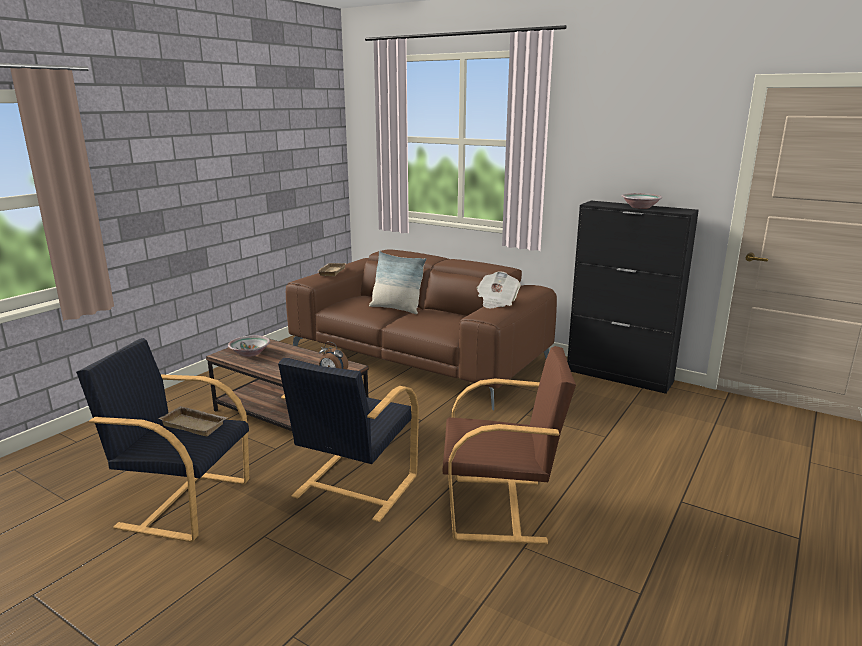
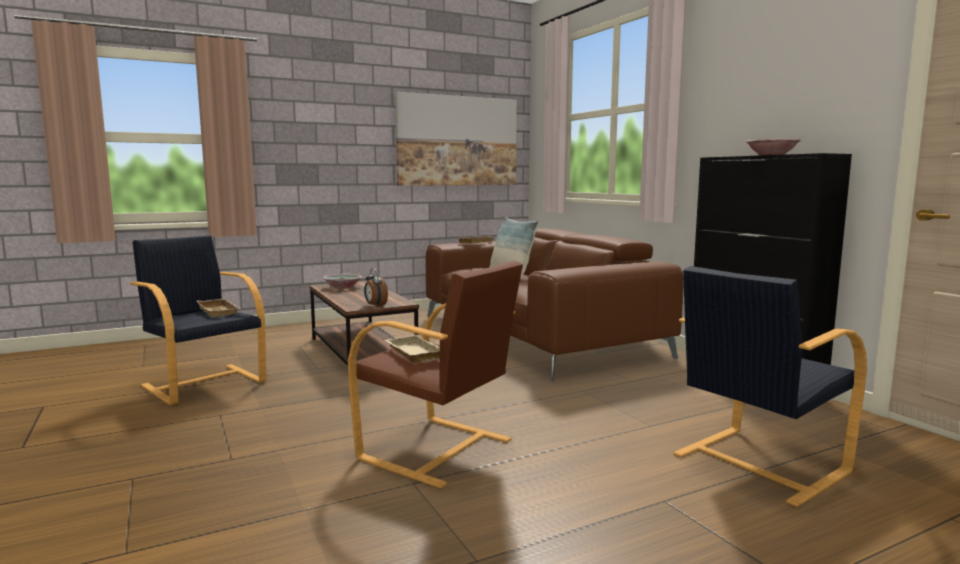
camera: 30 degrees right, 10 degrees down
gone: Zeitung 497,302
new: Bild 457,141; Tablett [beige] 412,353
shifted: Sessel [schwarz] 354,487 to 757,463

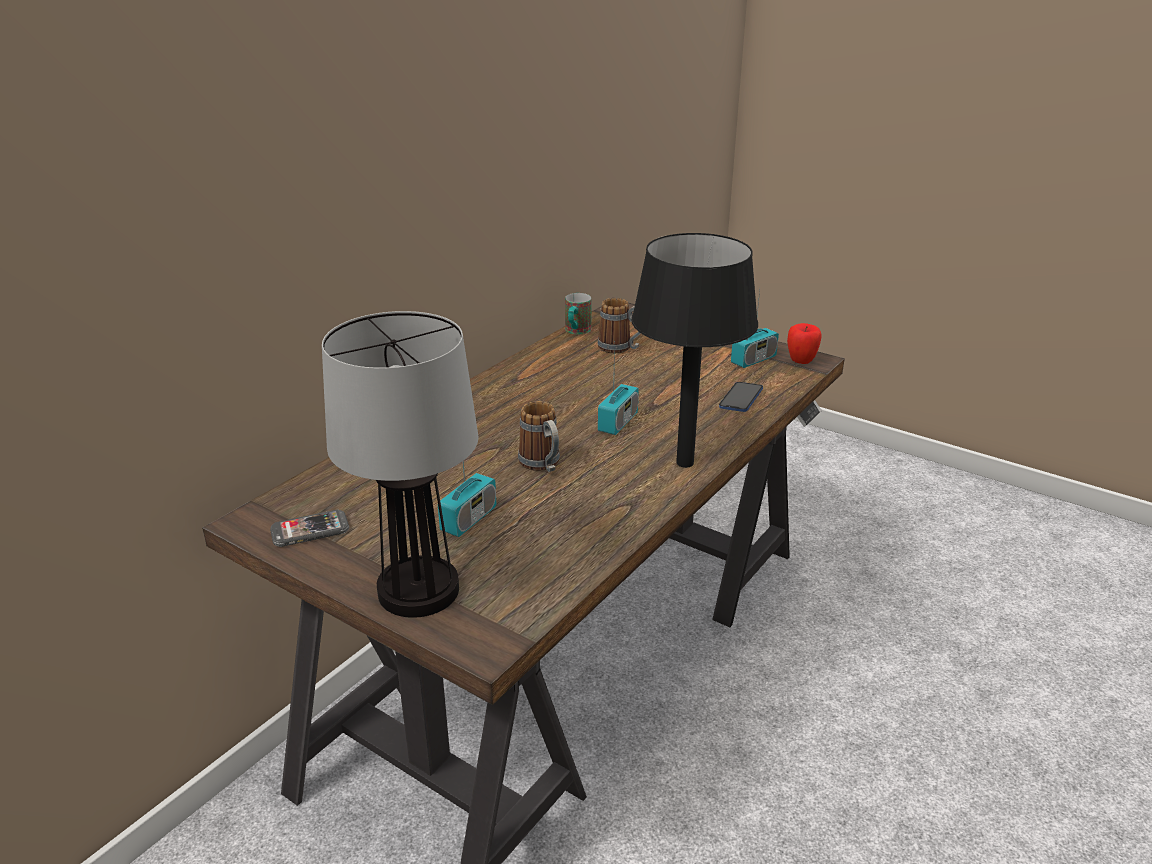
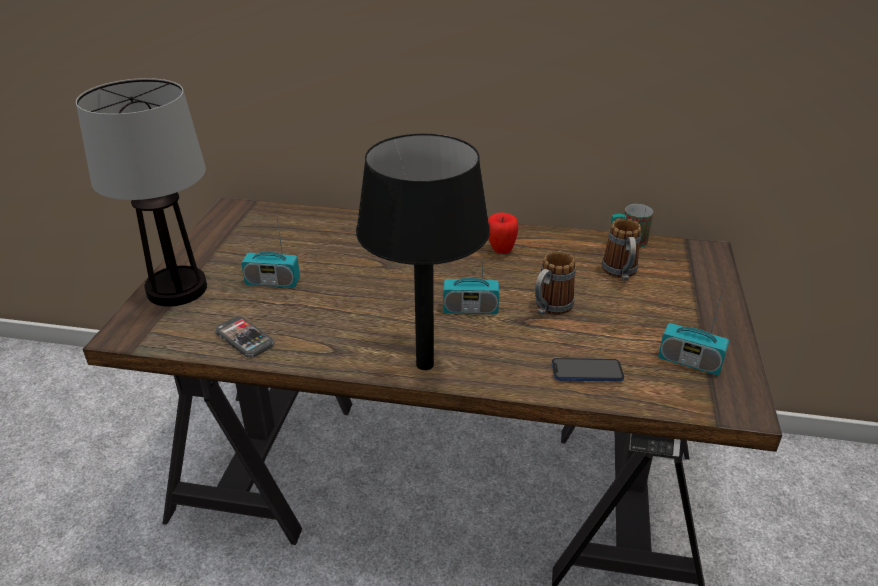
camera: 65 degrees right, 5 degrees up
shifted: Apfel 801,362 to 501,250; Henkelbecher 543,465 to 549,309; Handy 310,530 to 244,338

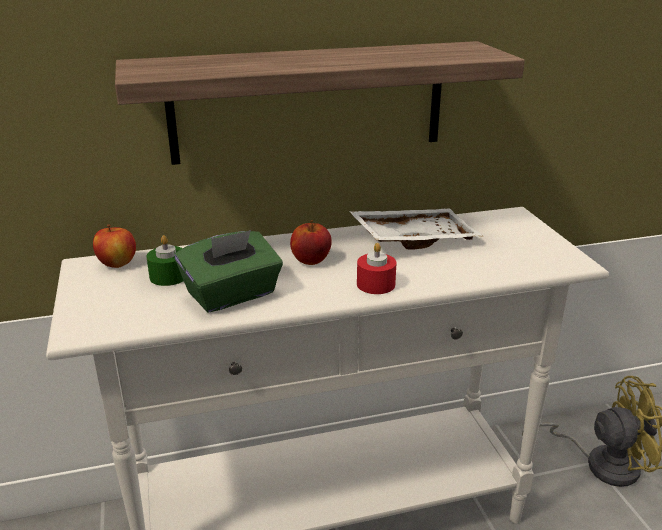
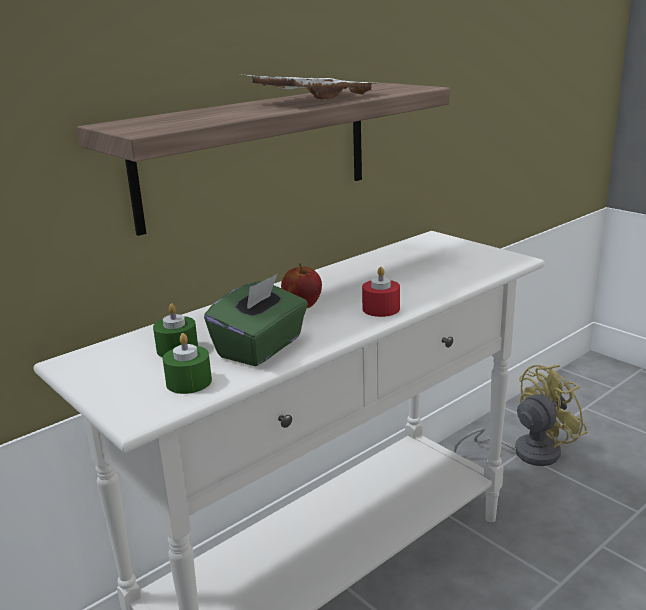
camera: 25 degrees left, 5 degrees down
gone: Apfel 117,263
new: Kerze [grün] 189,382
shifted: Tablett [weiß] 413,239 to 312,99

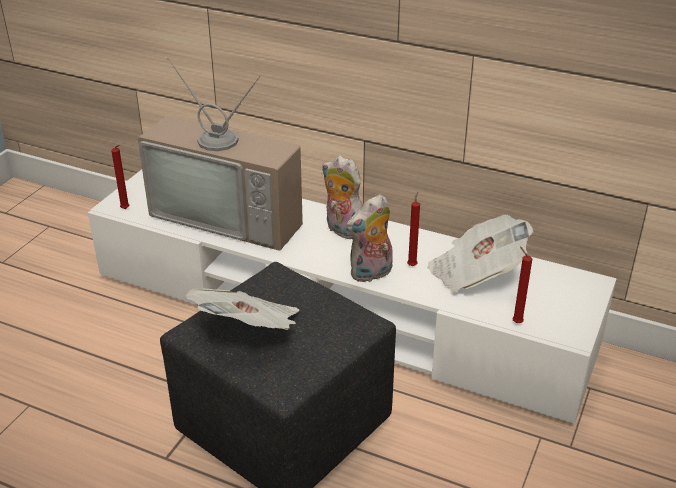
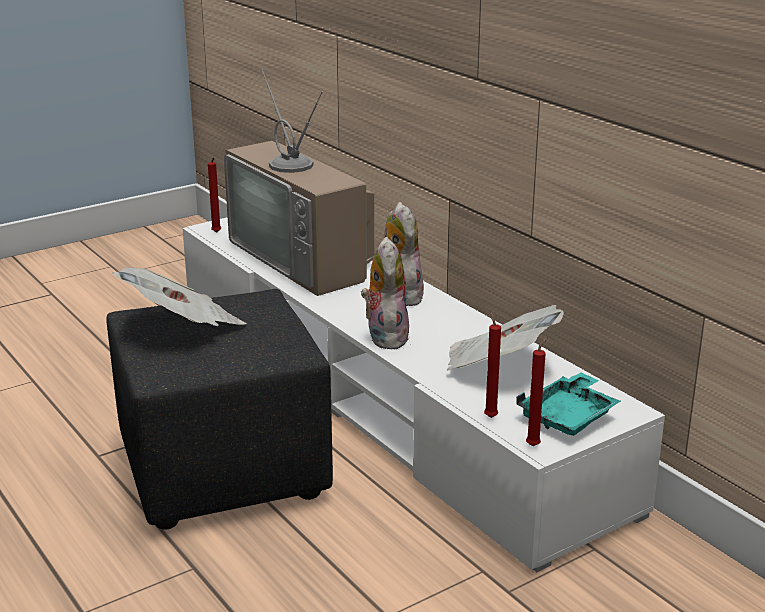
camera: 30 degrees right, 10 degrees down
new: Tablett [türkis] 569,417
shifted: Kerze [rot] 412,265 to 534,445
rotated: Plüschtier 371,274 = 384,337 90 degrees clockwise

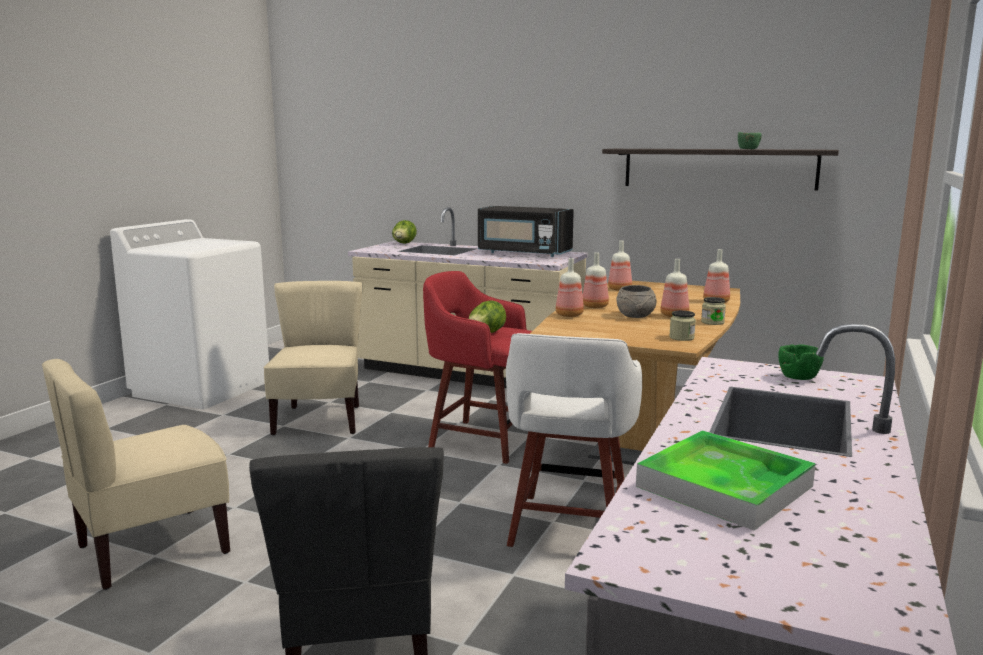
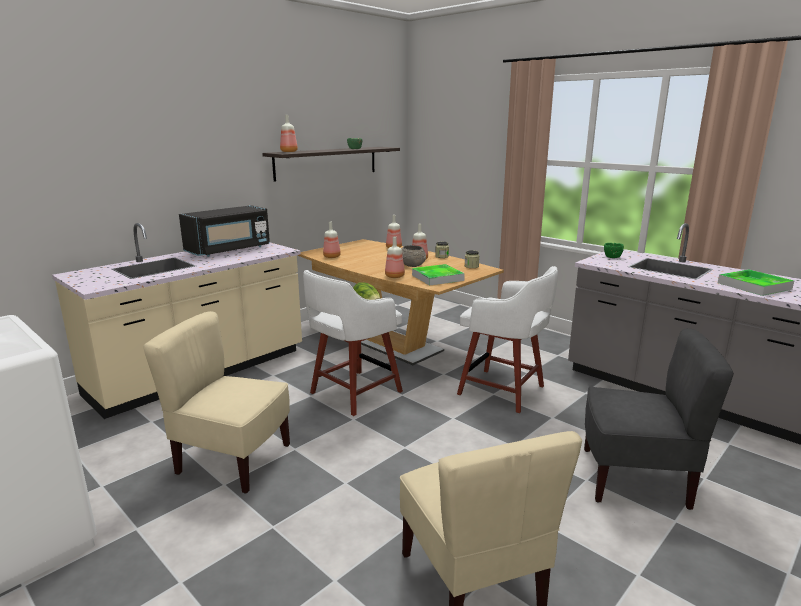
camera: 70 degrees left, 5 degrees up
gone: Salatkopf 404,244
new: Tablett 437,278
shifted: Flasche 595,306 to 288,151
repainted: Hocker [rot] 480,440 to Hocker [weiß] 353,393

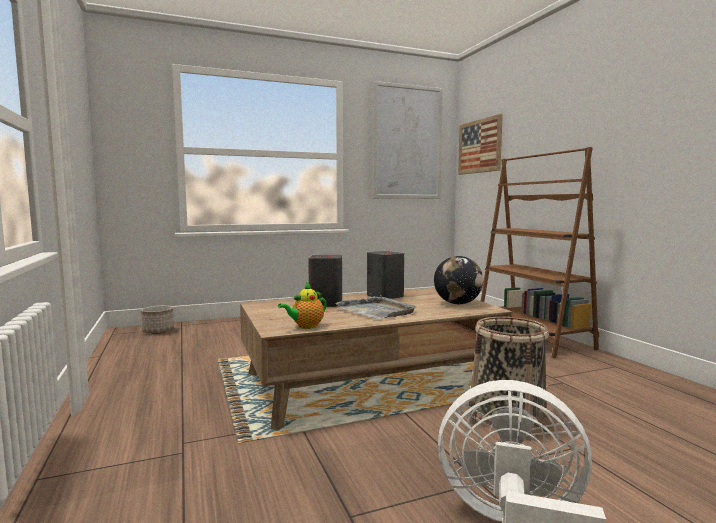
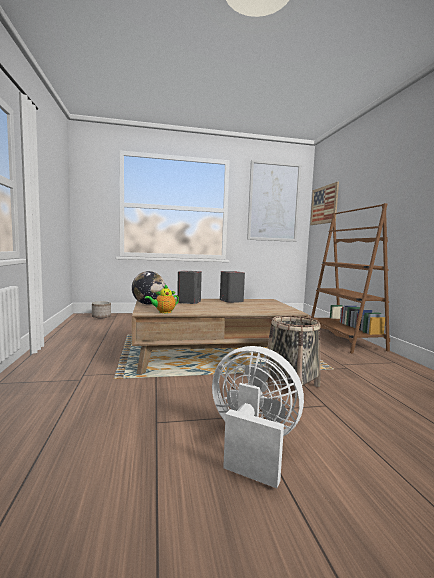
camera: 10 degrees right, 0 degrees up
gone: Tablett [grau] 376,310
shifted: Globus 457,303 to 148,304

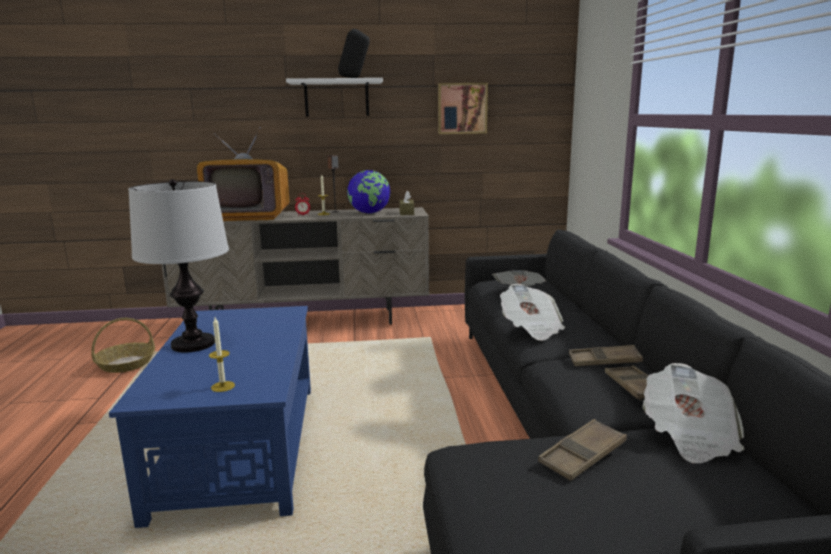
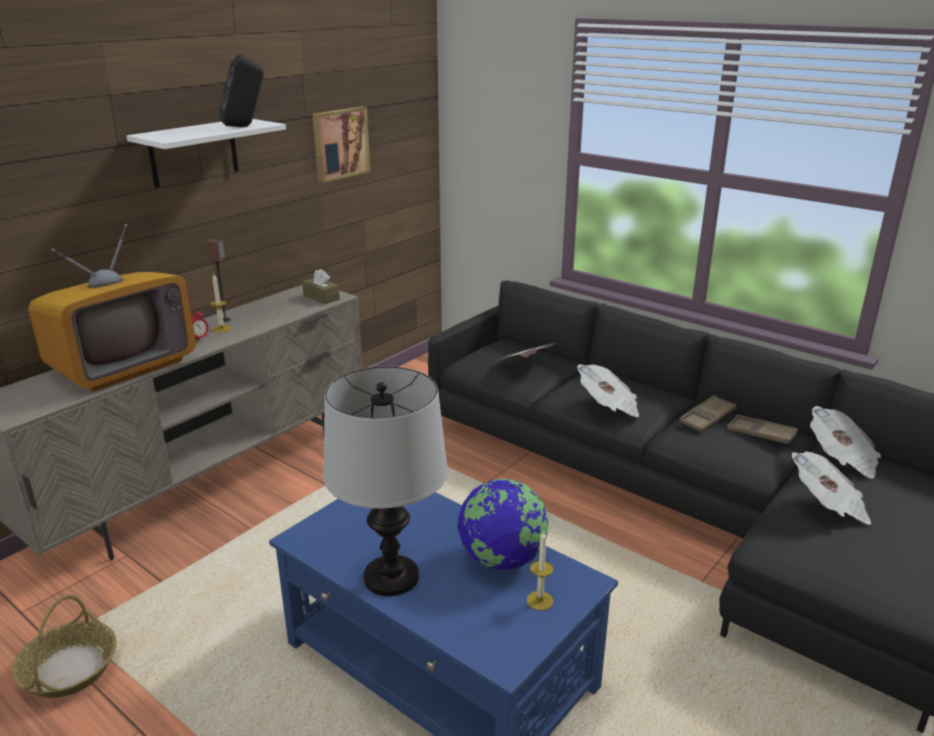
camera: 45 degrees left, 10 degrees up
shifted: Globus 369,213 to 502,559
swapped: Tablett [braun] 582,455 to Zeitung 828,505

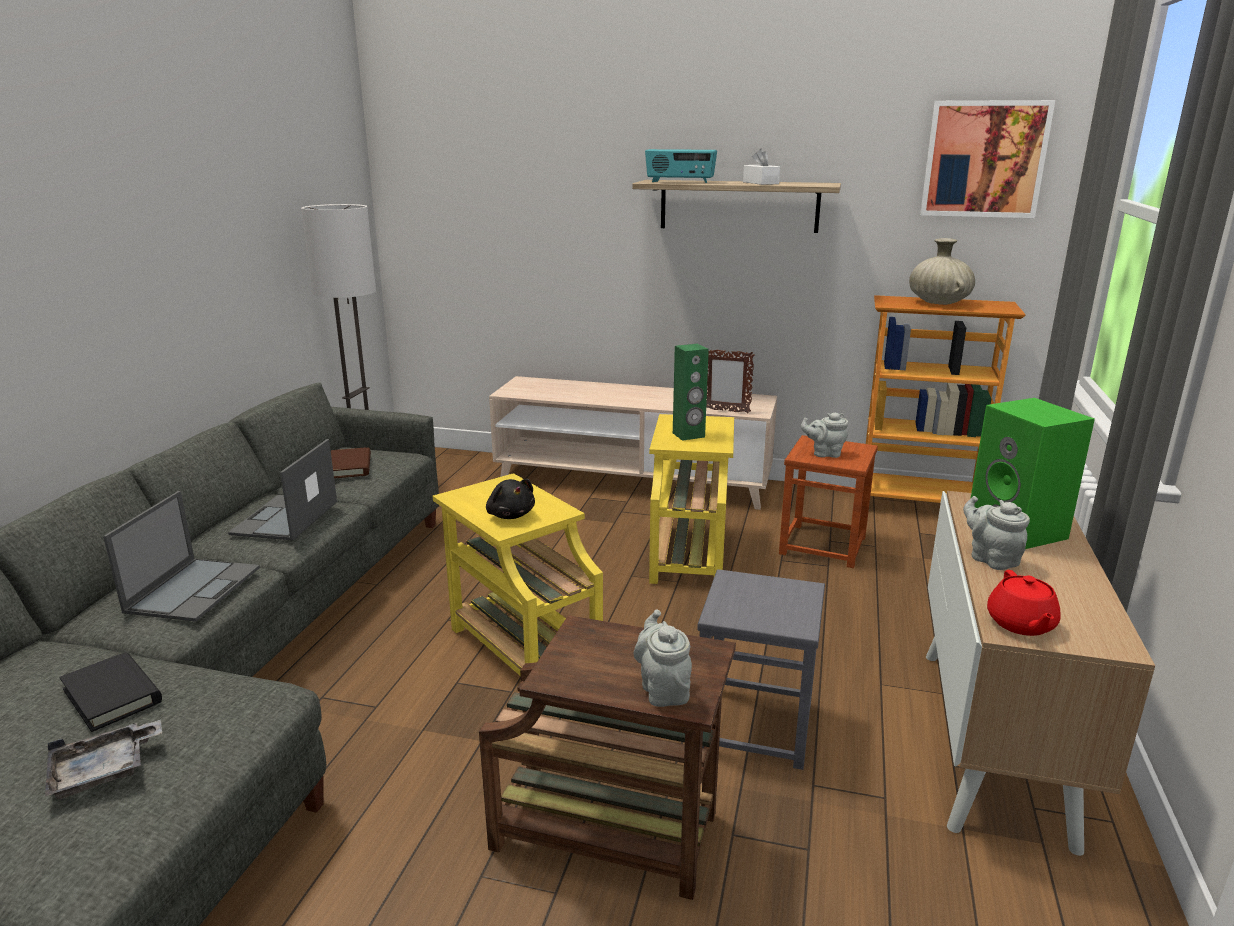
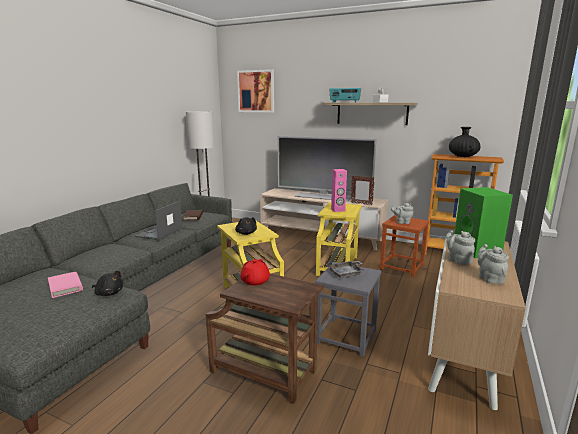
camera: 10 degrees right, 5 degrees down
gone: Laptop 194,589
new: Fernseher 323,196; Plüschtier [schwarz] 109,293
shifted: Bild 984,159 to 256,91; Teekanne [rot] 1020,624 to 254,281; Teekanne [grau] 663,689 to 489,278; Tablett [grau] 104,771 to 346,273
repainted: Vase [beige] 938,303 to Vase [schwarz] 462,156; Lautsprecher [grün] 688,435 to Lautsprecher [rosa] 338,210; Buch [schwarz] 112,695 to Buch [rosa] 65,286

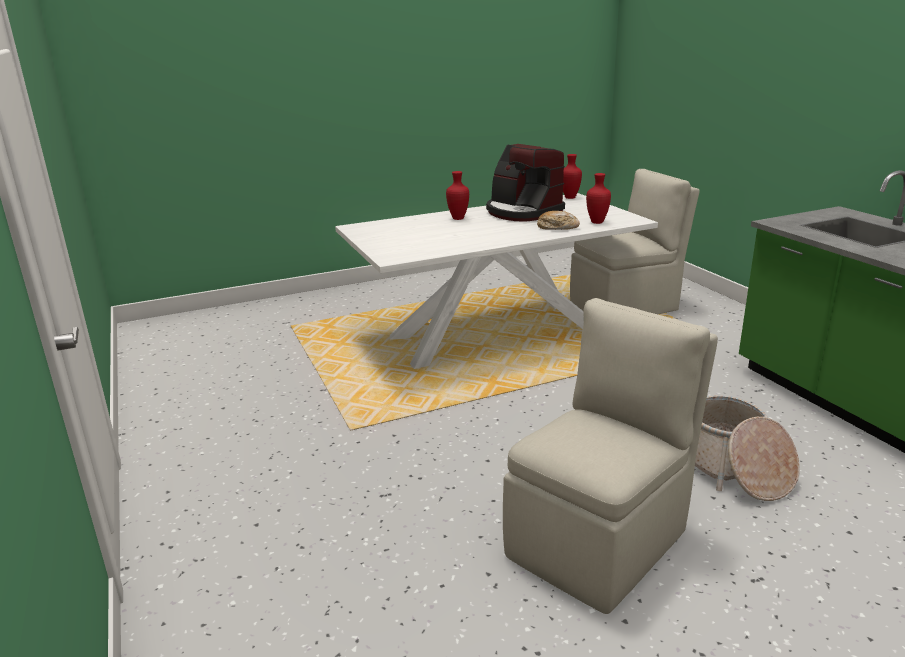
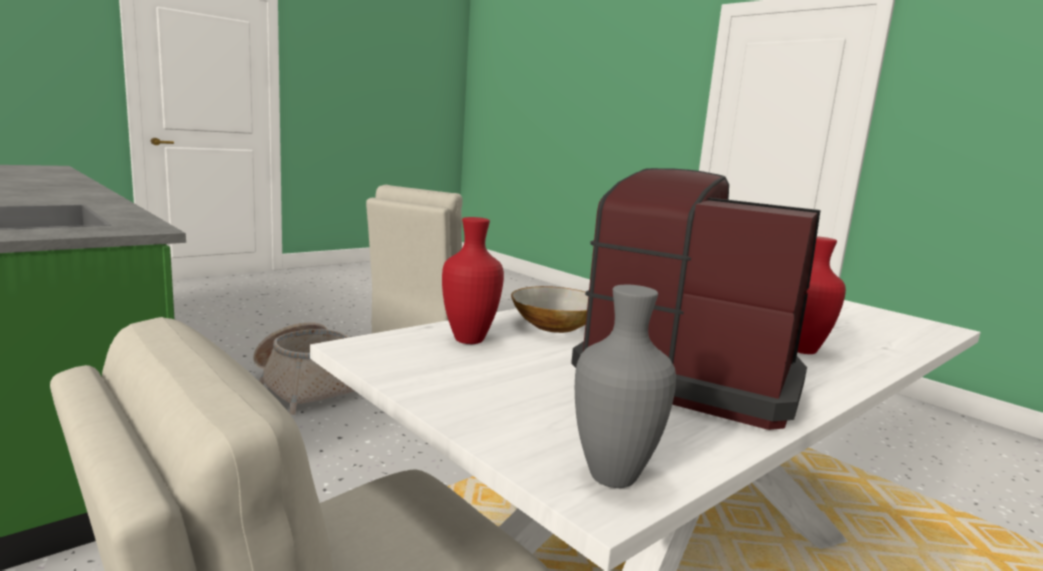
camera: 160 degrees right, 10 degrees down
swapped: Brot 557,227 to Schüssel 554,326
repainted: Vase [rot] 569,198 to Vase [grau] 613,475

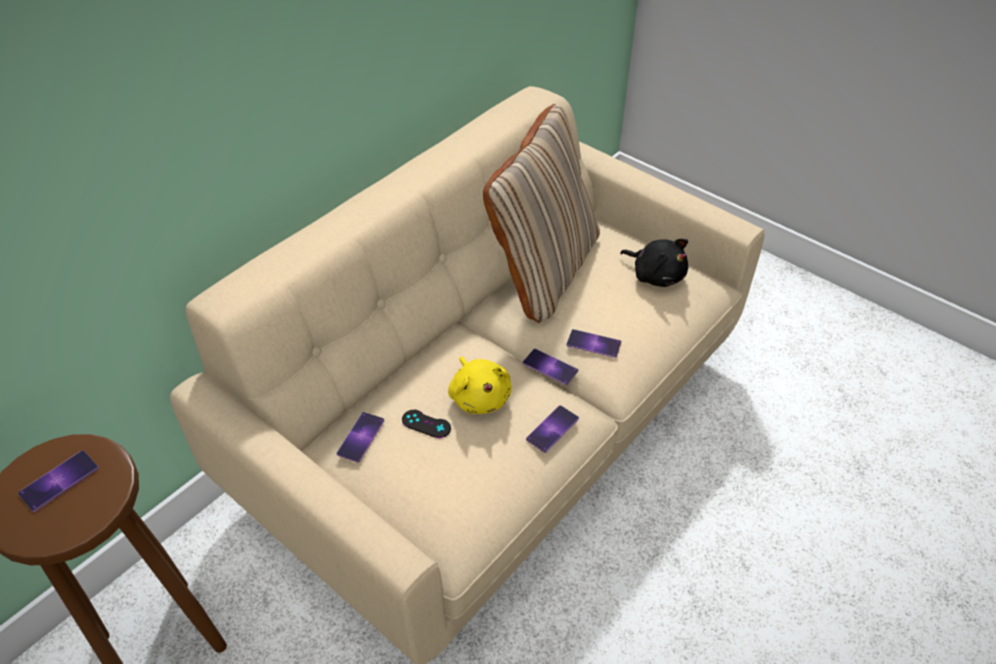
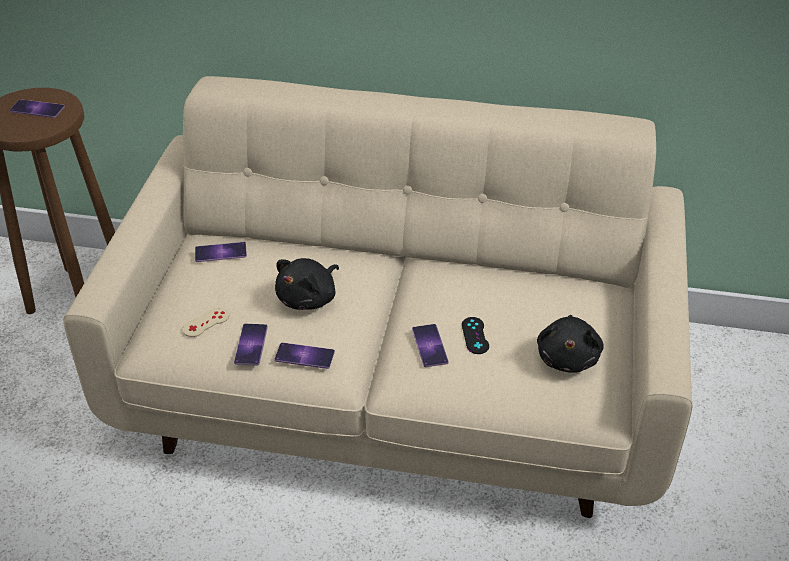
camera: 60 degrees right, 5 degrees down
gone: Kissen [beige] 543,270
new: Gamepad [beige] 206,322
shifted: Handy 550,367 to 251,344; Gamepad [schwarz] 426,424 to 475,335
repainted: Plüschtier [gelb] 479,396 to Plüschtier [schwarz] 309,298

